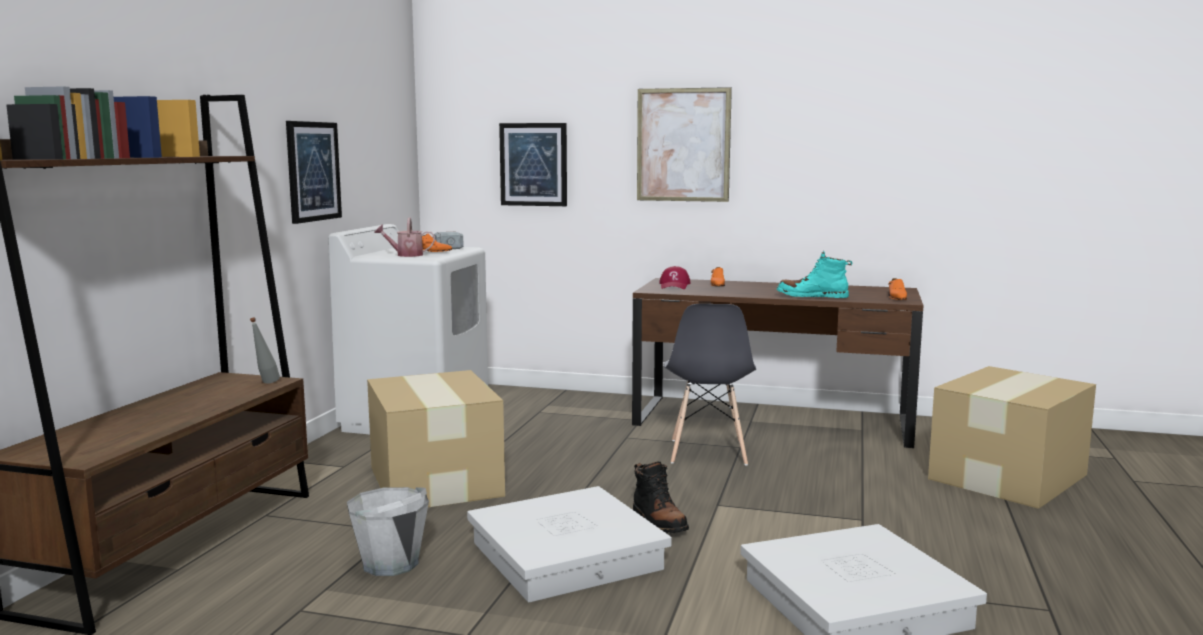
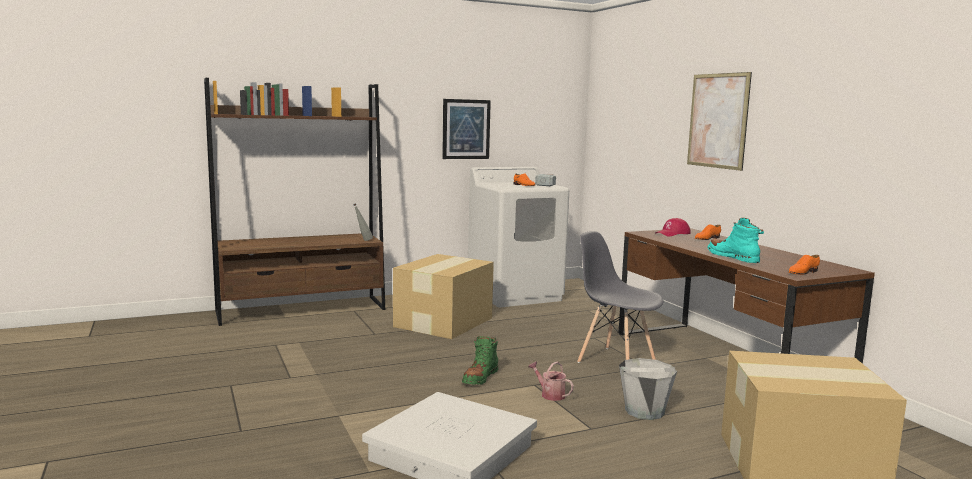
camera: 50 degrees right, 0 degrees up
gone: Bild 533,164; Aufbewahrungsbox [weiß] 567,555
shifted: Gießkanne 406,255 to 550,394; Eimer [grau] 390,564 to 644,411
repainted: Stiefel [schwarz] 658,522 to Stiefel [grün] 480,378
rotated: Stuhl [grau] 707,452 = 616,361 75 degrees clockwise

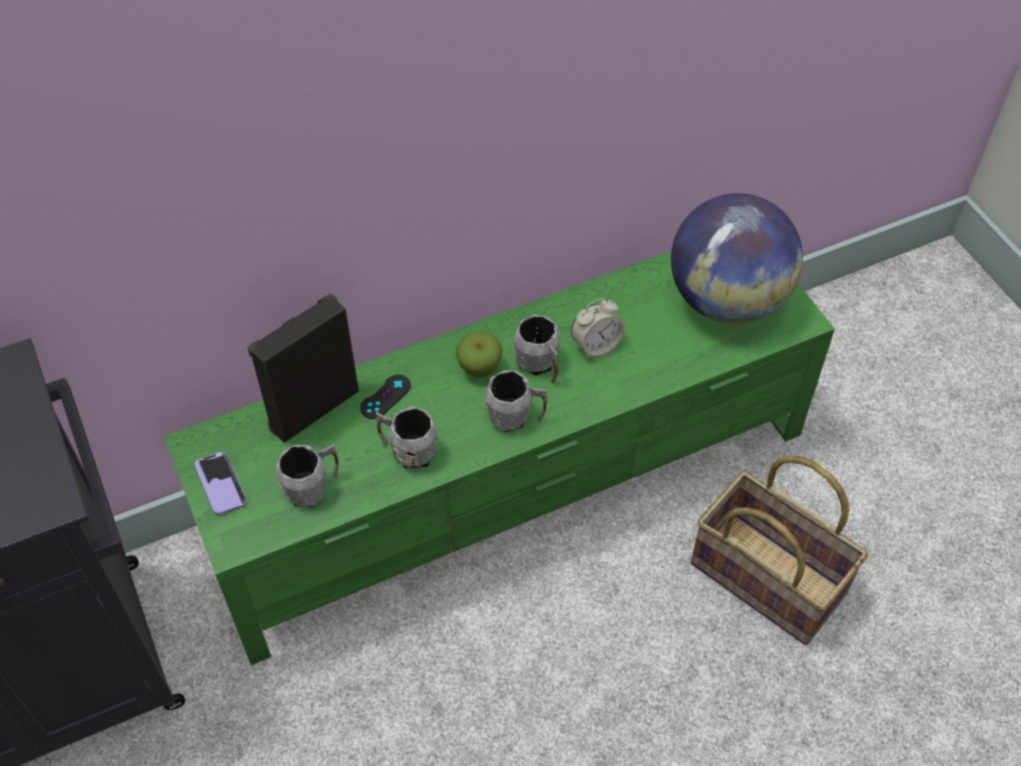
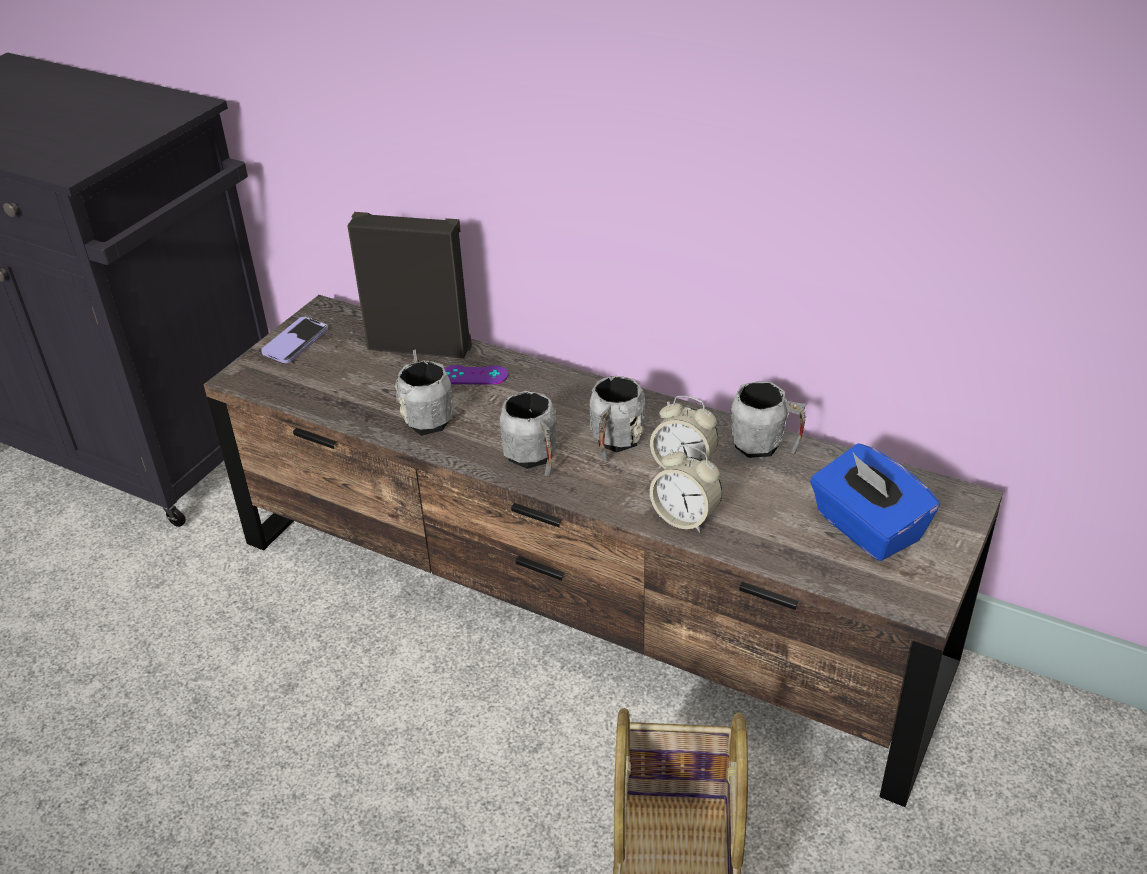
camera: 55 degrees right, 15 degrees down
gone: Apfel 479,368
new: Wecker 685,517
shifted: Henkelbecher [grau] 313,488 to 765,446
swapped: Globus 727,300 to Taschentuchbox [blau] 866,528
repainted: Fernsehschrank [grün] 512,484 to Fernsehschrank [braun] 583,600; Gamepad [schwarz] 385,397 to Gamepad [lila] 474,375

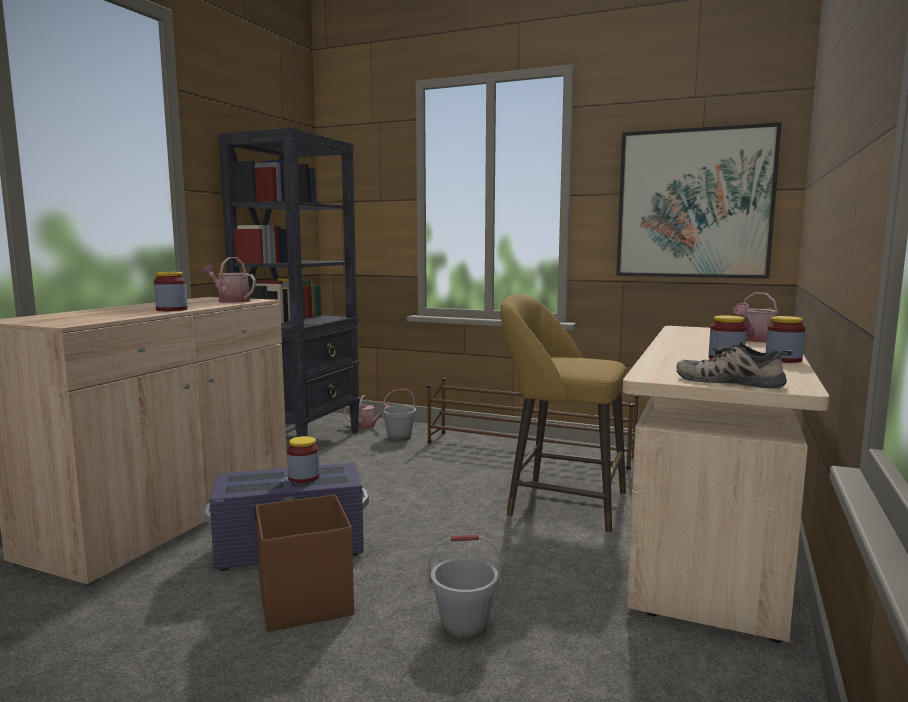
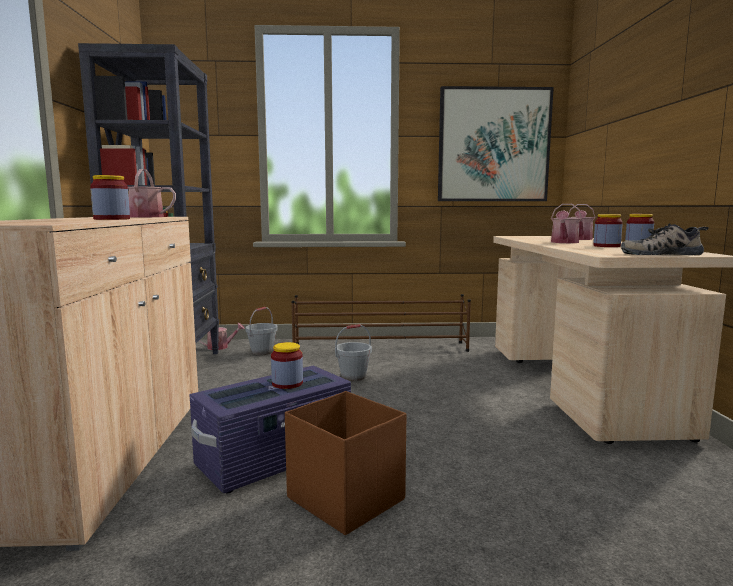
camera: 25 degrees left, 0 degrees up
gone: Hocker [gelb] 560,503
new: Gießkanne 564,242
shifted: Eimer [grau] 464,626 to 353,376

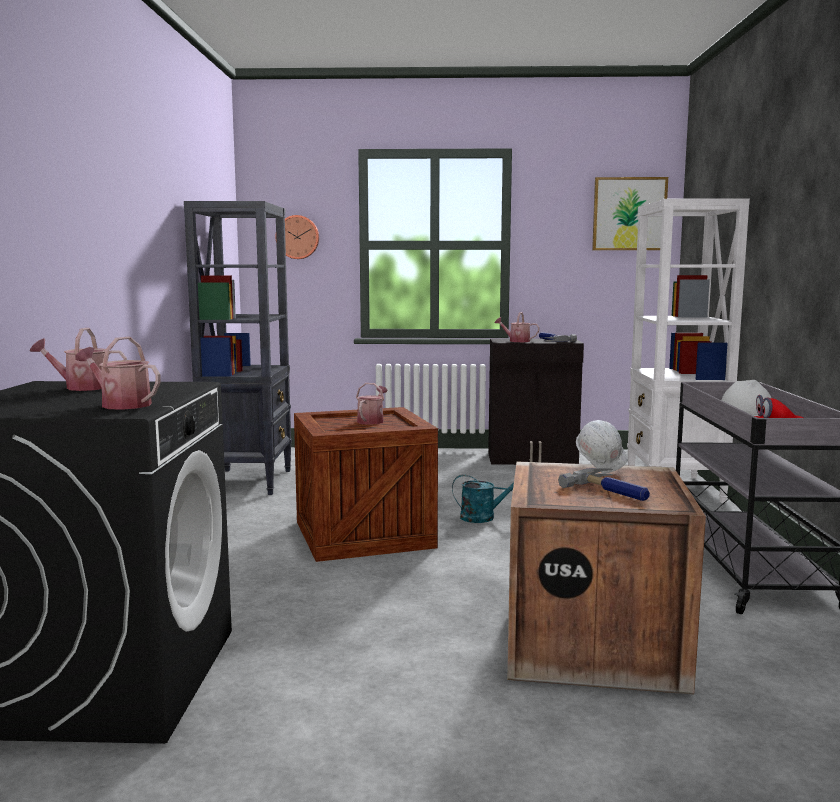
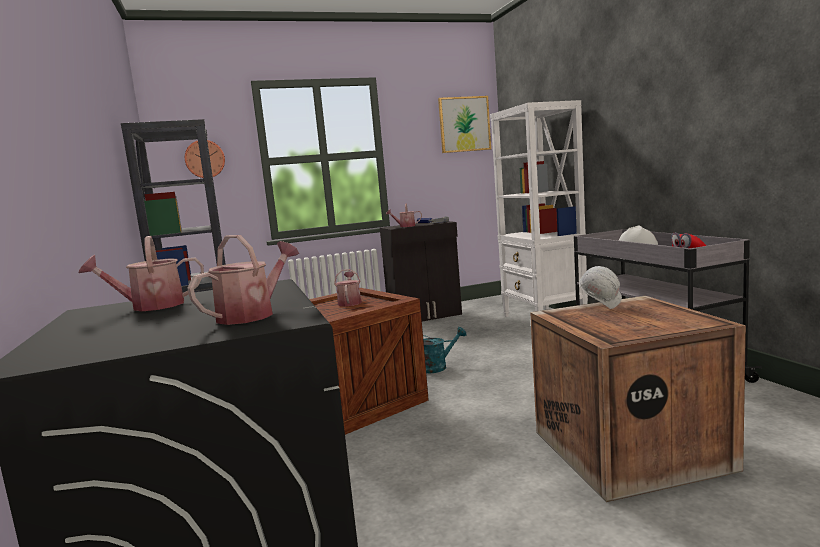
camera: 20 degrees left, 0 degrees up
gone: Hammer 613,491
rotated: Gießkanne 121,404 = 252,314 120 degrees clockwise

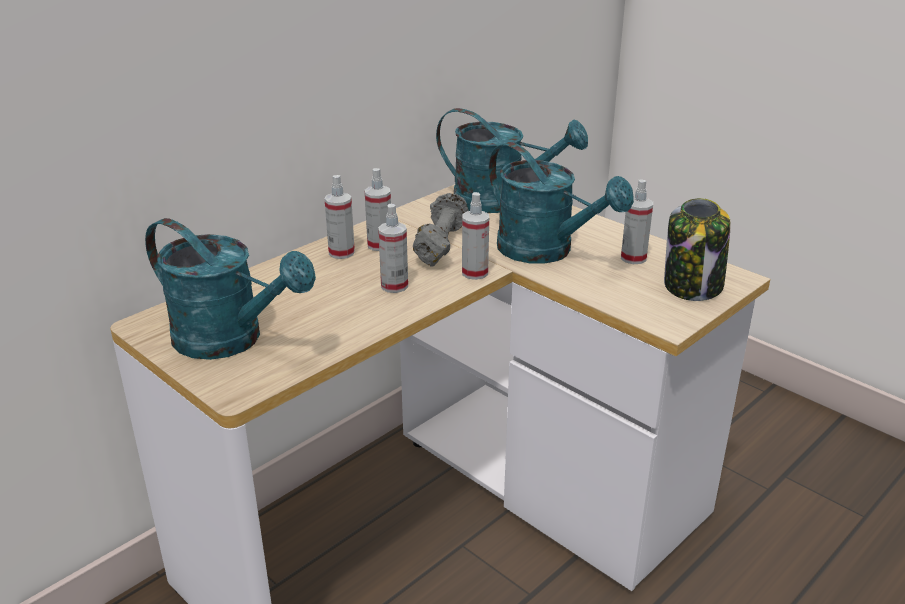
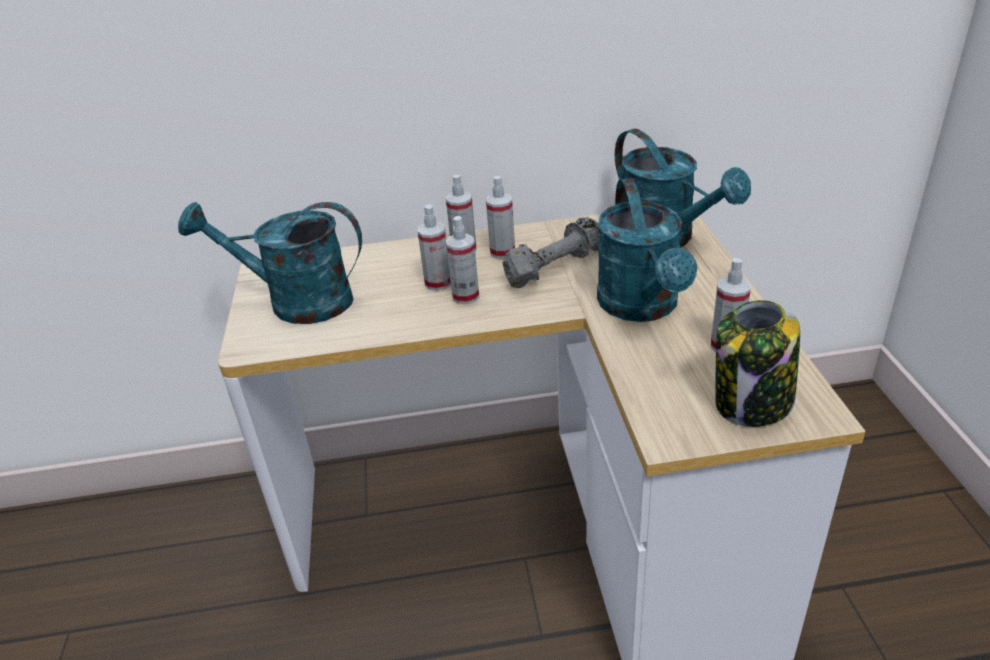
camera: 40 degrees right, 5 degrees up
shifted: Sprühflasche 474,273 to 438,283
rotated: Gießkanne [türkis] 231,340 = 296,302 120 degrees clockwise

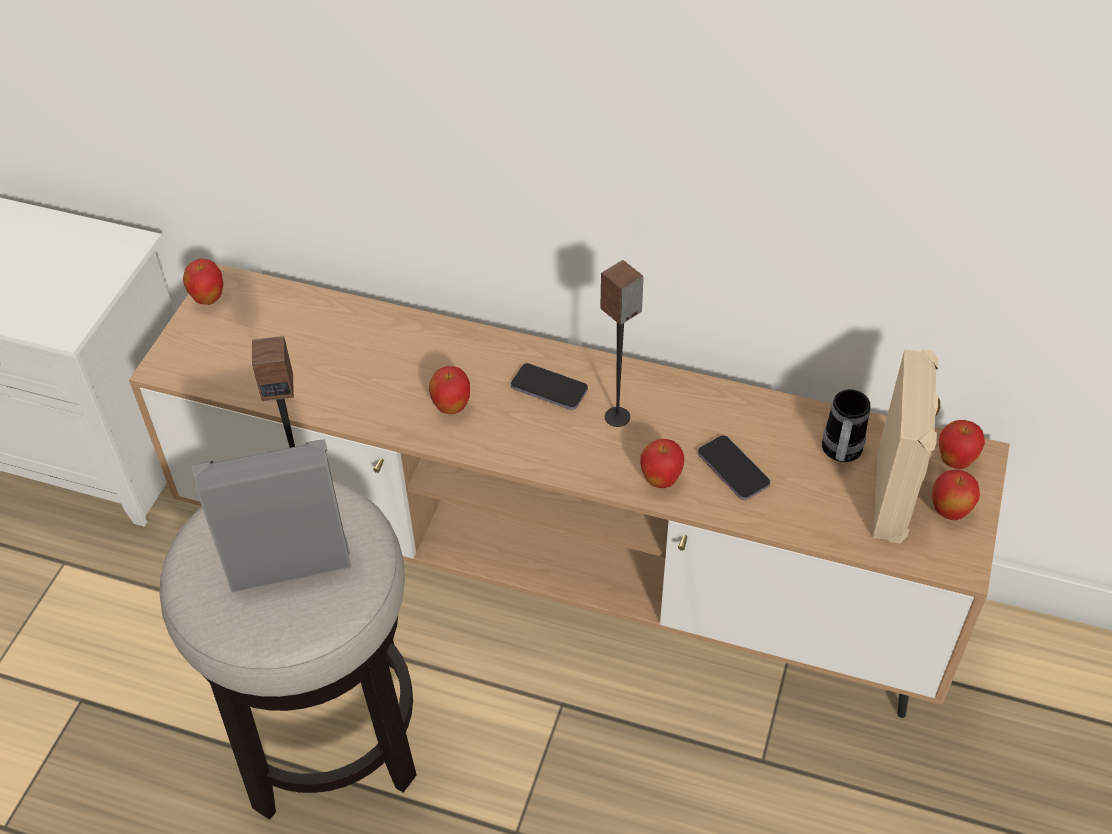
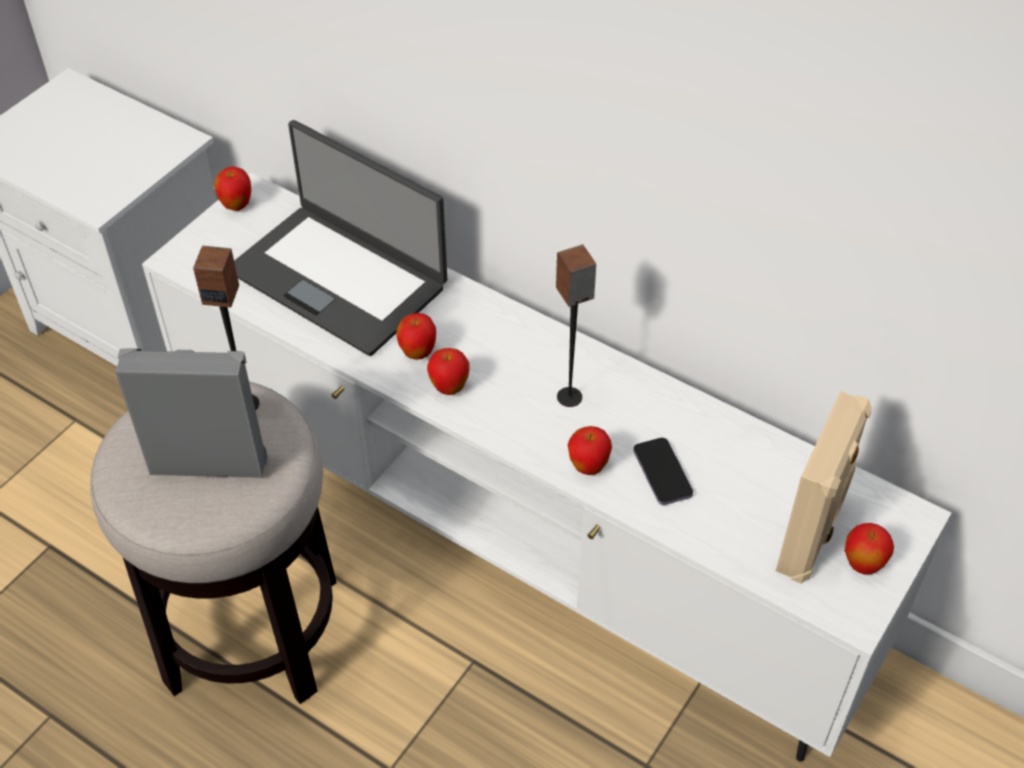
camera: 15 degrees right, 0 degrees up
gone: Handy 549,389; Henkelbecher 840,454
new: Laptop 339,278
shifted: Apfel 955,461 to 449,388
repainted: Fernsehschrank [braun] 560,572 to Fernsehschrank [weiß] 514,537

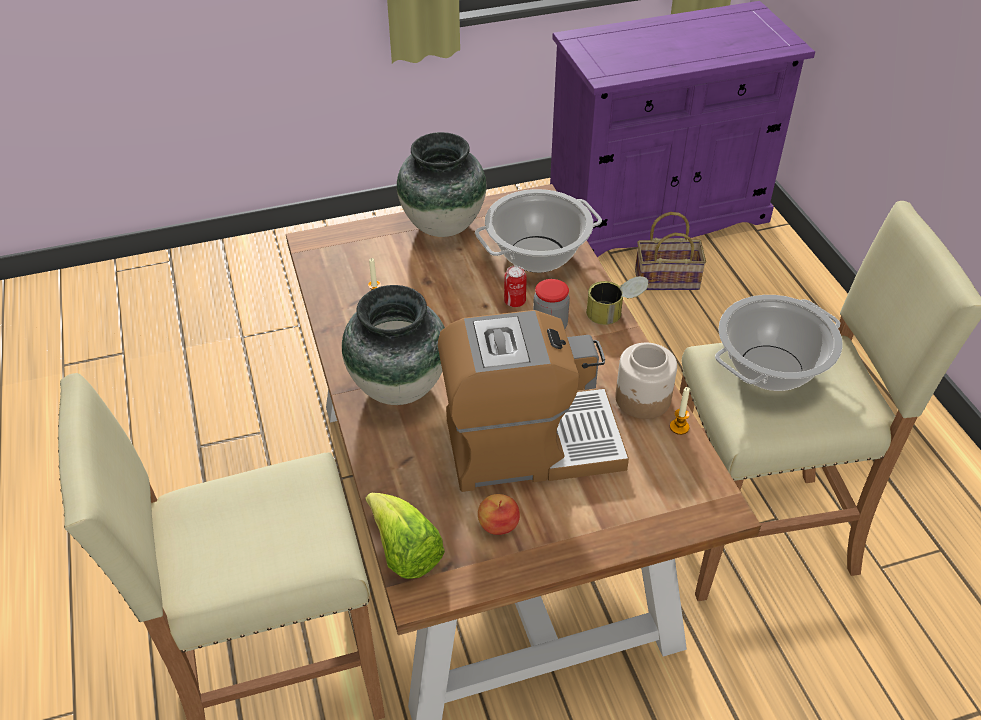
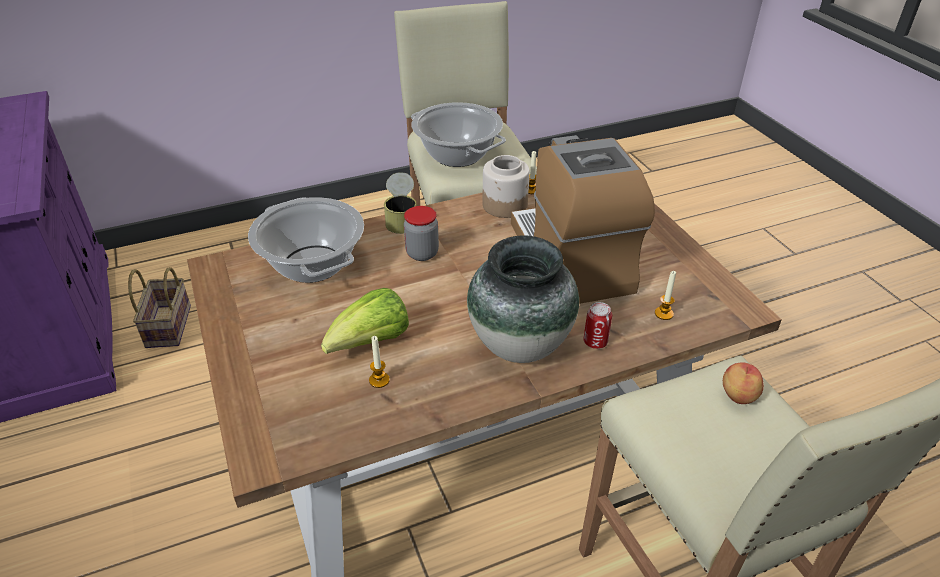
camera: 95 degrees left, 5 degrees down
gone: Vase 444,226
new: Kerze 664,314
shifted: Dose 514,301 to 595,342; Salatkopf 404,552 to 371,343; Apfel 498,524 to 737,395

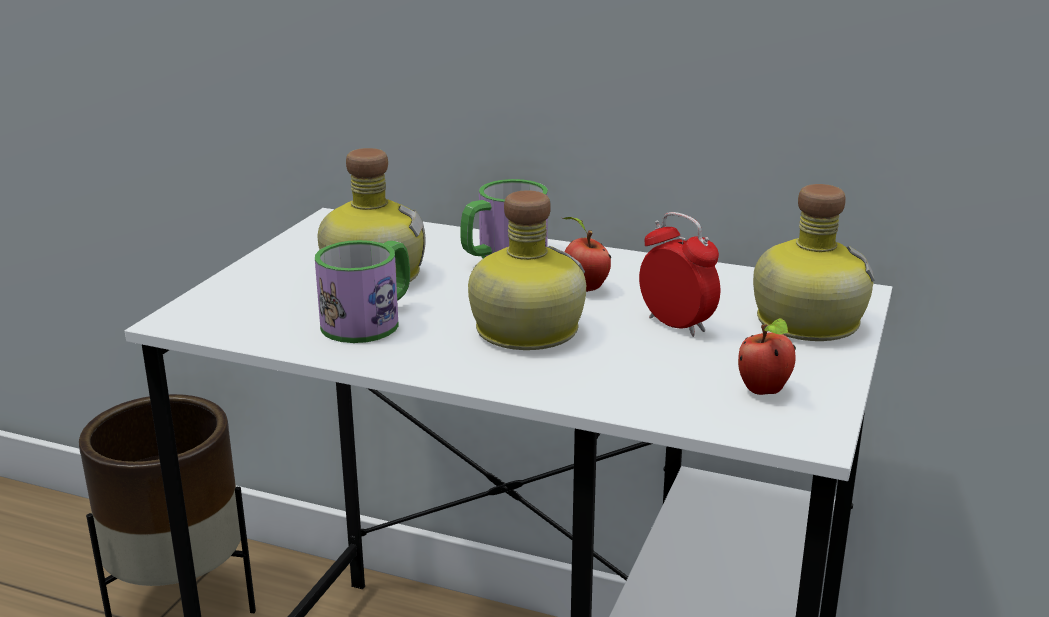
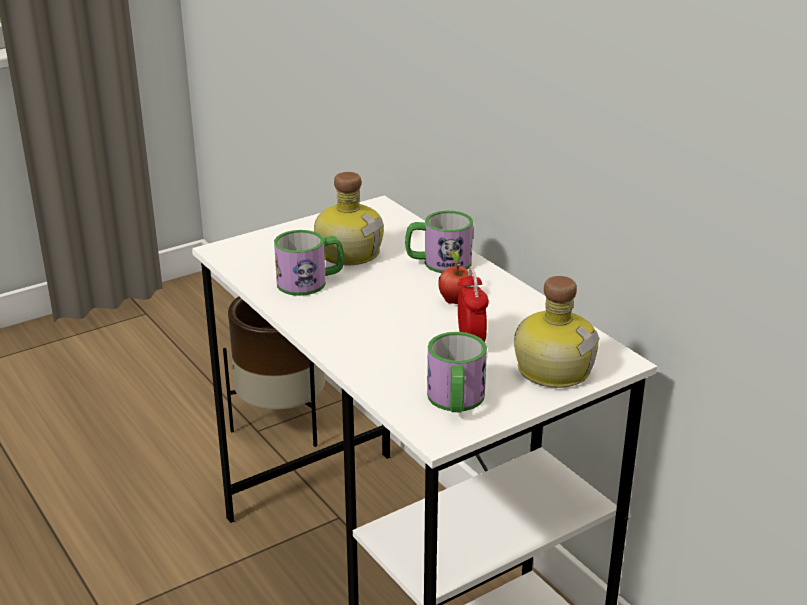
camera: 35 degrees right, 5 degrees up
gone: Flasche 523,330
swapped: Apfel 765,391 to Henkelbecher 456,401

